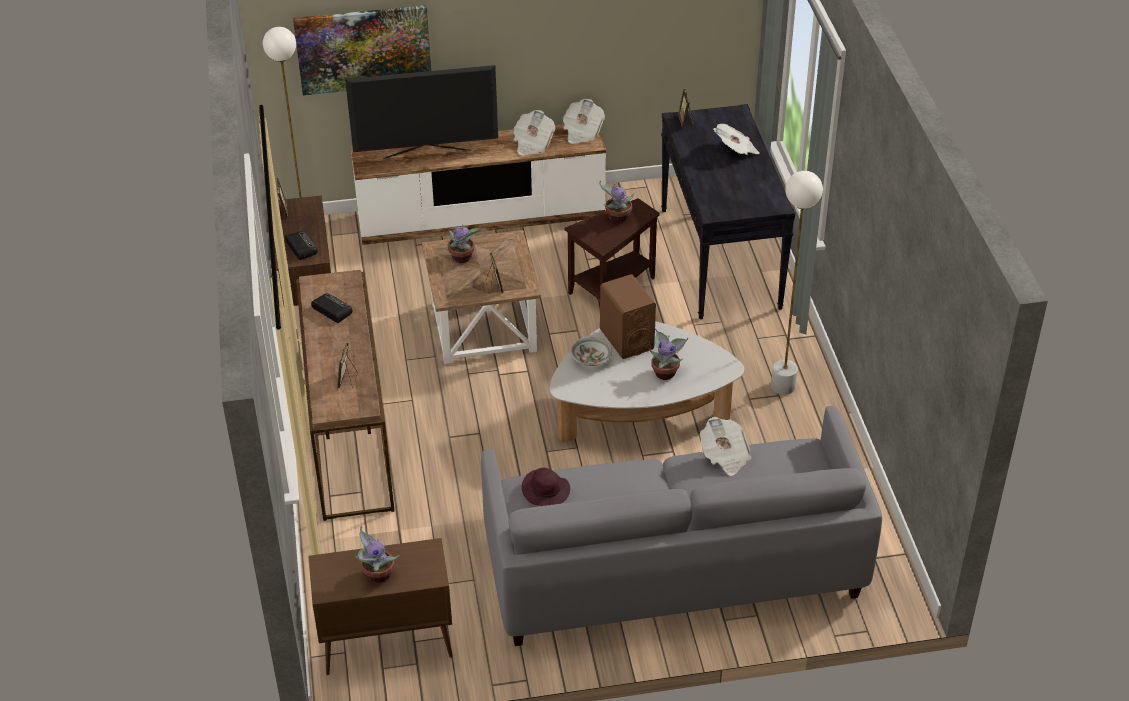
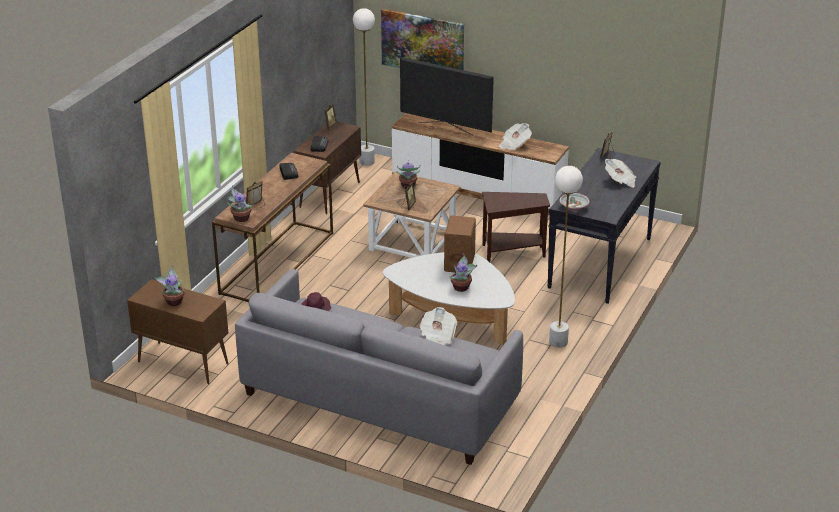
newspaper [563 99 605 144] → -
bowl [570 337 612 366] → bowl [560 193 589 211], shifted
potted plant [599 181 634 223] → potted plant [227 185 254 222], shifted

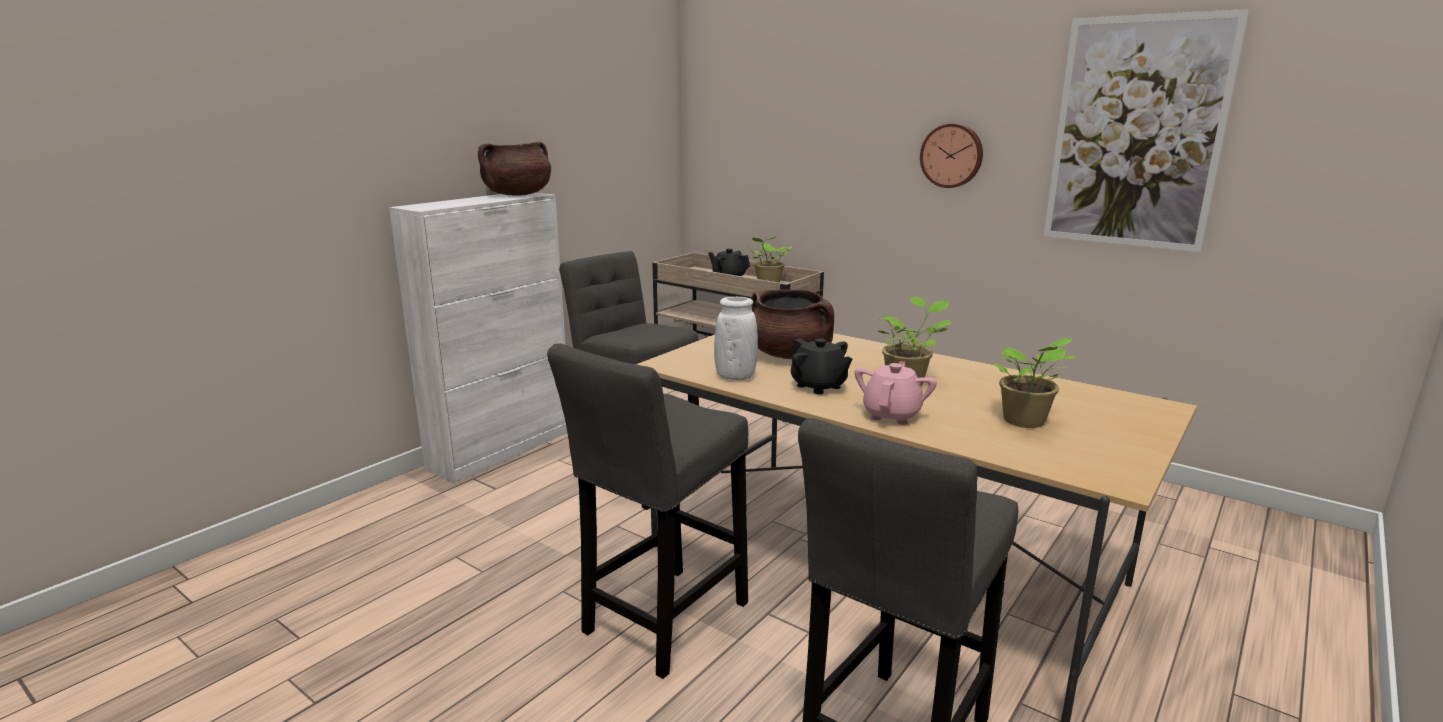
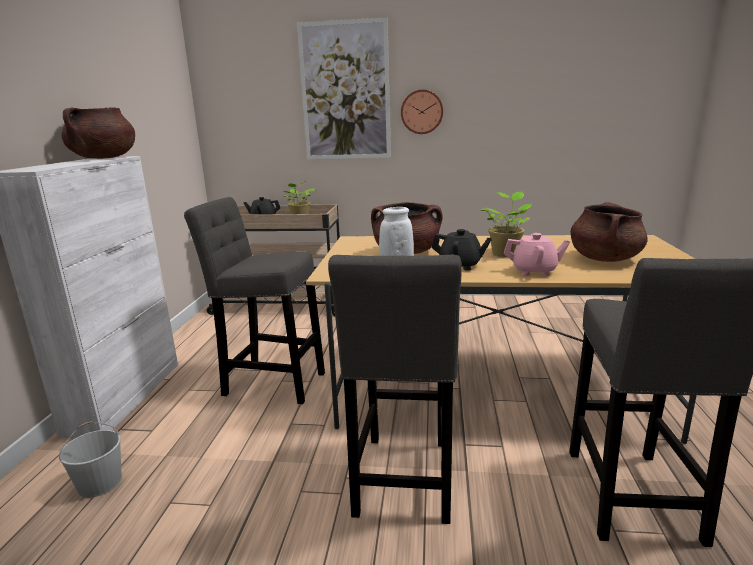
- → bucket/white [59 422 122 498]
picture [1044 9 1250 252] → picture [297 17 391 159], shifted
potted plant [992 338 1076 428] → cooking pot/brown [571 202 648 262]
teapot/pink [855 361 937 425] → teapot/pink [504 233 570 276], 105 degrees clockwise

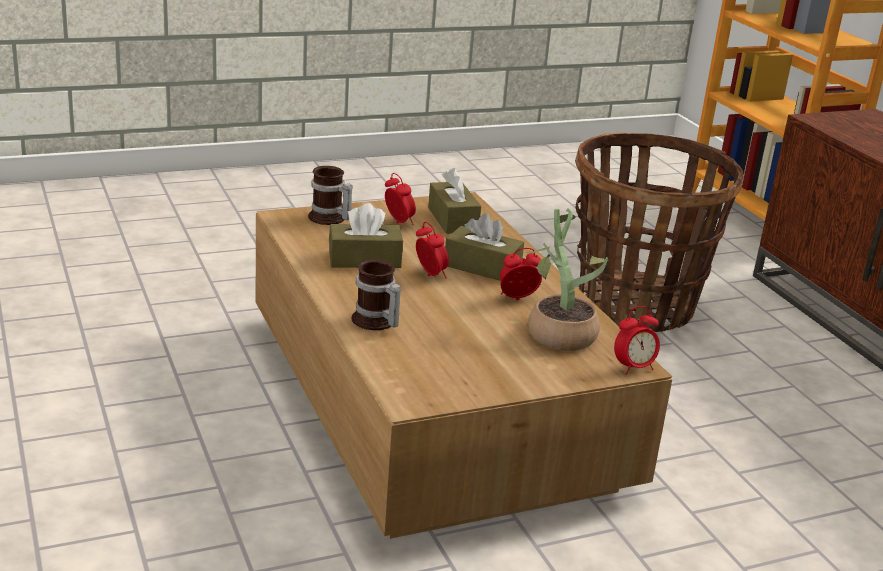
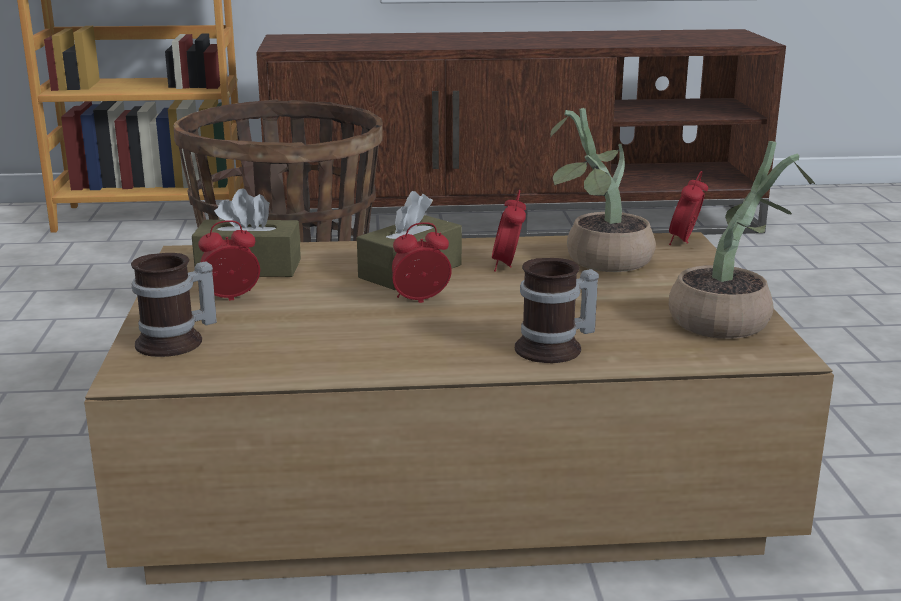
tissue box/brown [329 203 403 268] → -
- → potted plant [669 141 815 339]
alarm clock [614 306 660 375] → alarm clock [669 171 708 245], 150 degrees counterclockwise

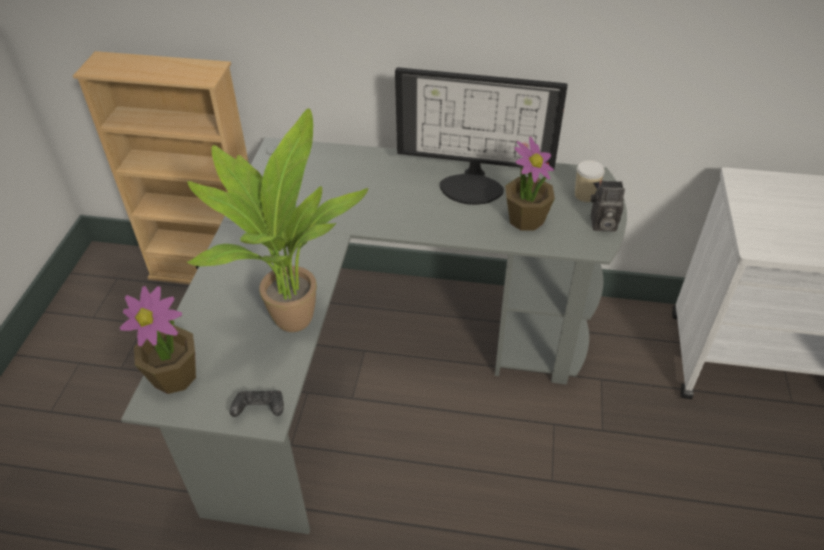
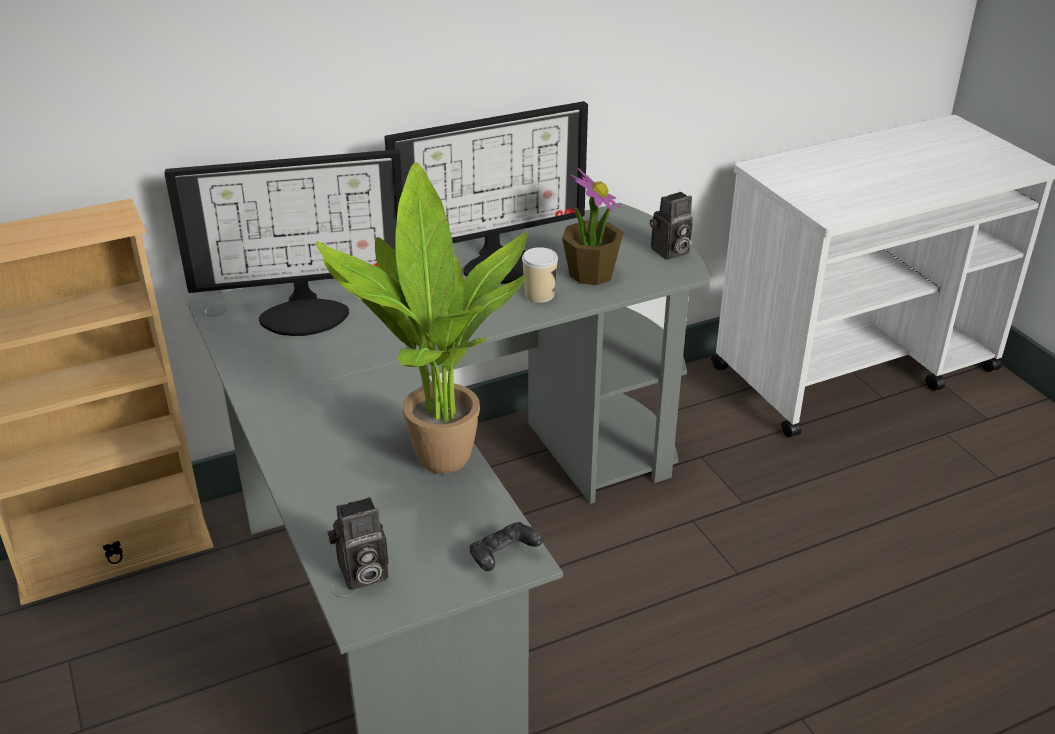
- → monitor [165 149 403 336]
cup [575 160 605 202] → cup [522 247 558 303], shifted
potted plant [120 286 196 394] → photo camera [327 497 388 590]

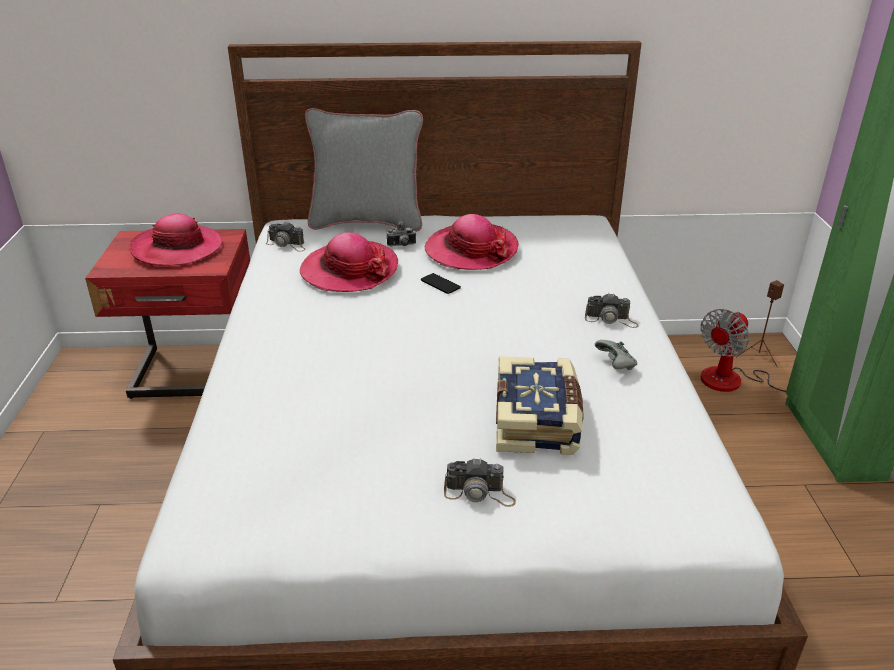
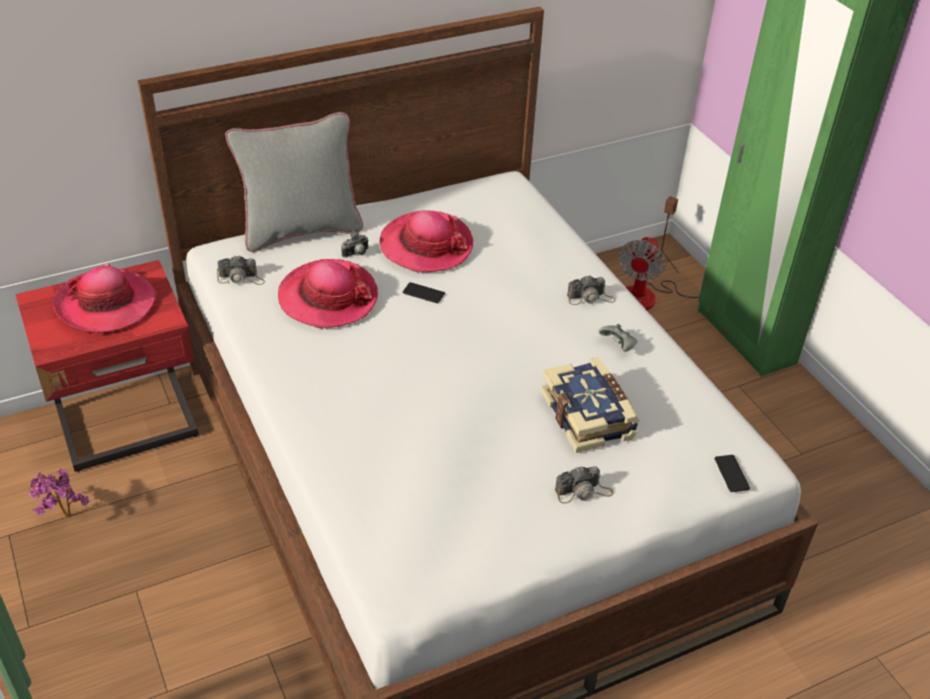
- → potted plant [28 469 89 518]
- → phone [715 455 750 492]

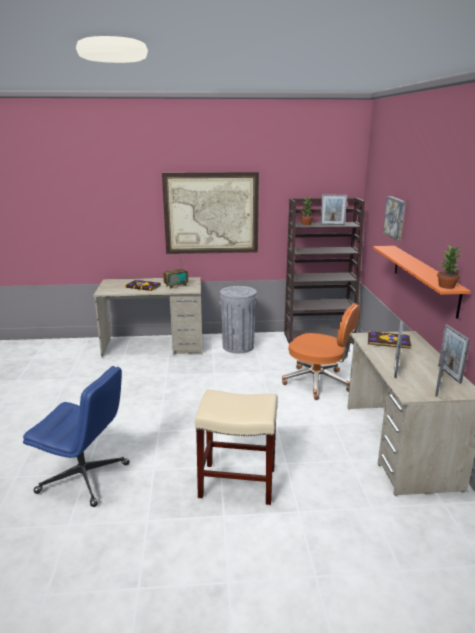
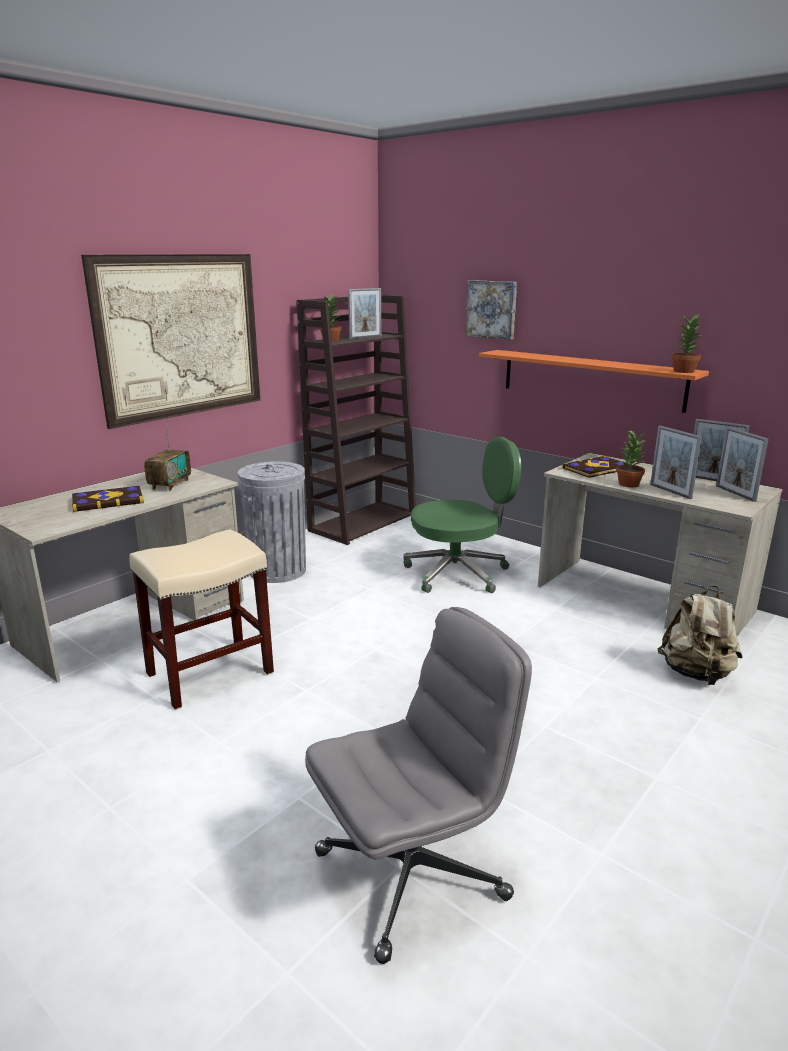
- → potted plant [616 431 646 487]
- → backpack/beige [657 585 743 685]
stool/beige [195 389 278 505] → stool/beige [129 529 274 710], shifted
office chair/blue [23 366 130 507] → office chair/grey [305 607 532 964]
office chair/orange [282 303 360 400] → office chair/green [403 437 521 593]

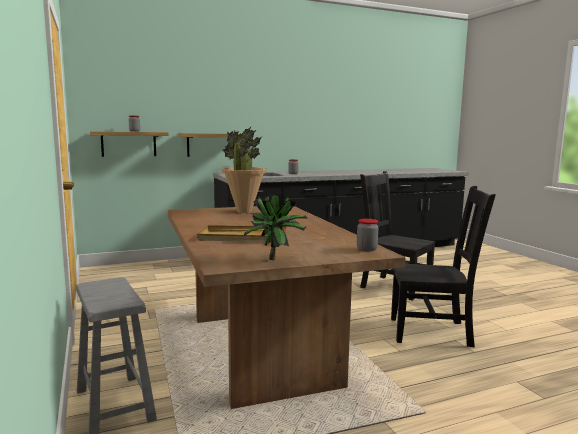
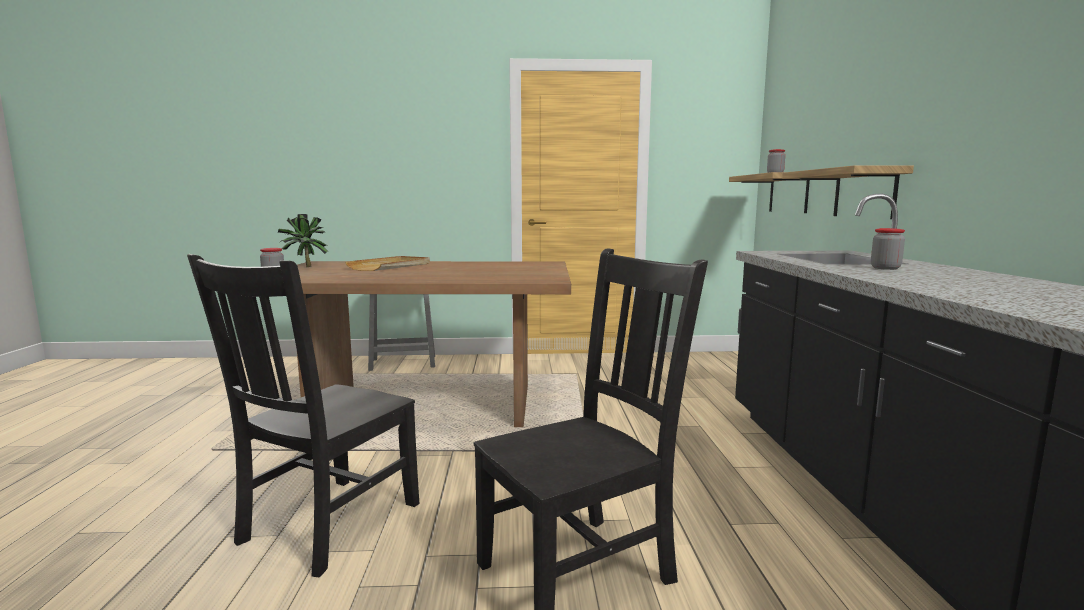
potted plant [221 126 267 213] → -

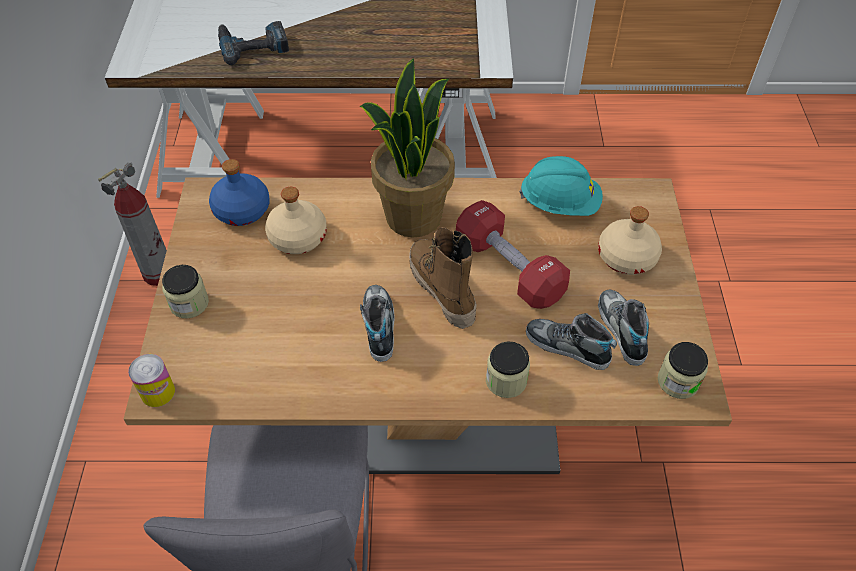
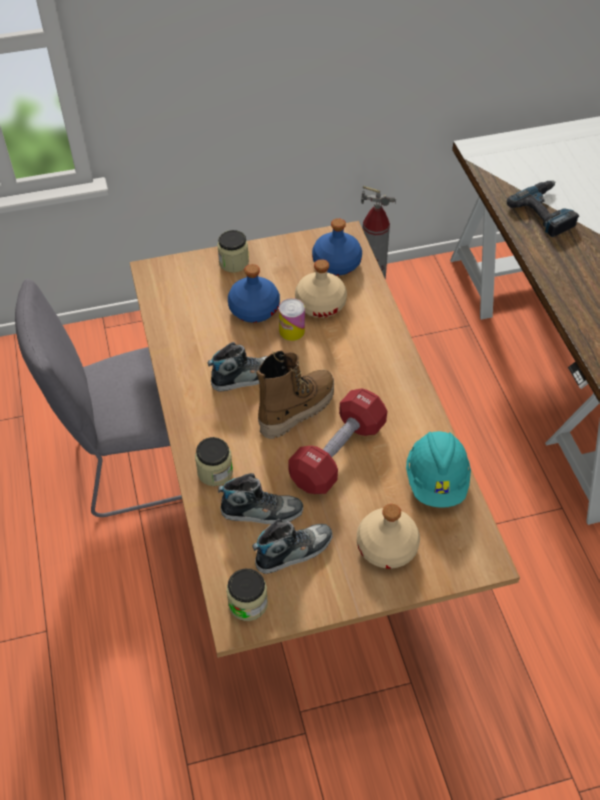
potted plant [360 58 455 237] → -
- → bottle/blue [228 264 280 323]
can [128 354 175 407] → can [279 298 305 341], shifted
shoe [526 313 617 370] → shoe [218 473 303 524], 75 degrees clockwise

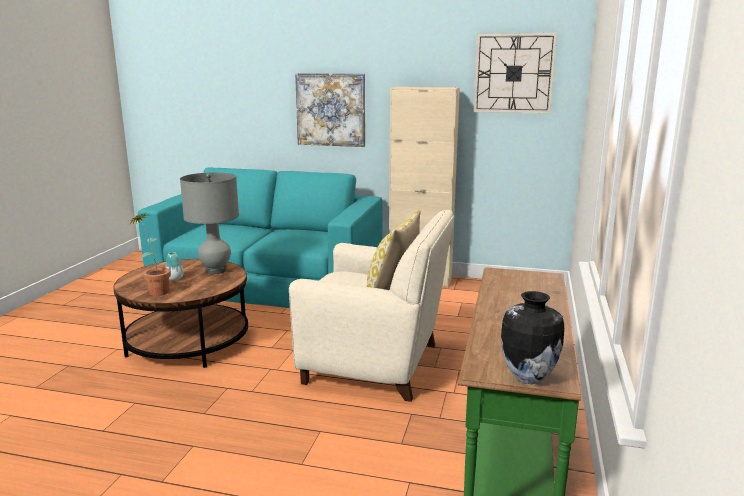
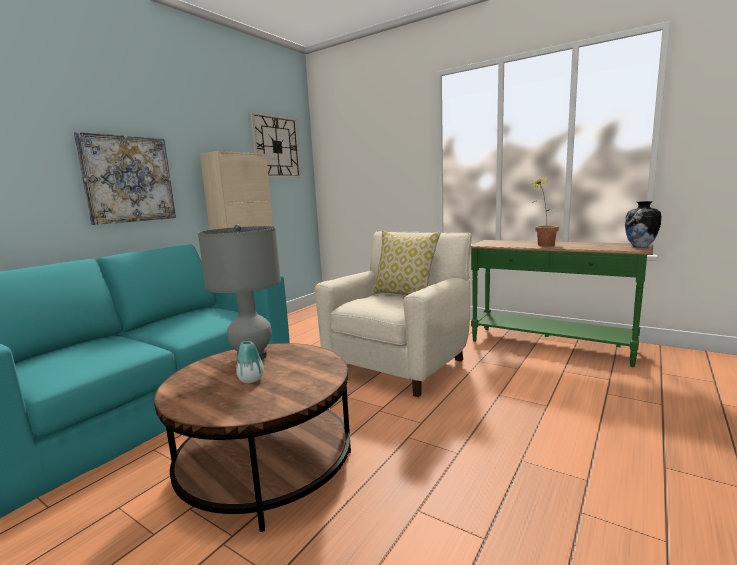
potted plant [129 213 171 296] → potted plant [530 177 559 246], shifted

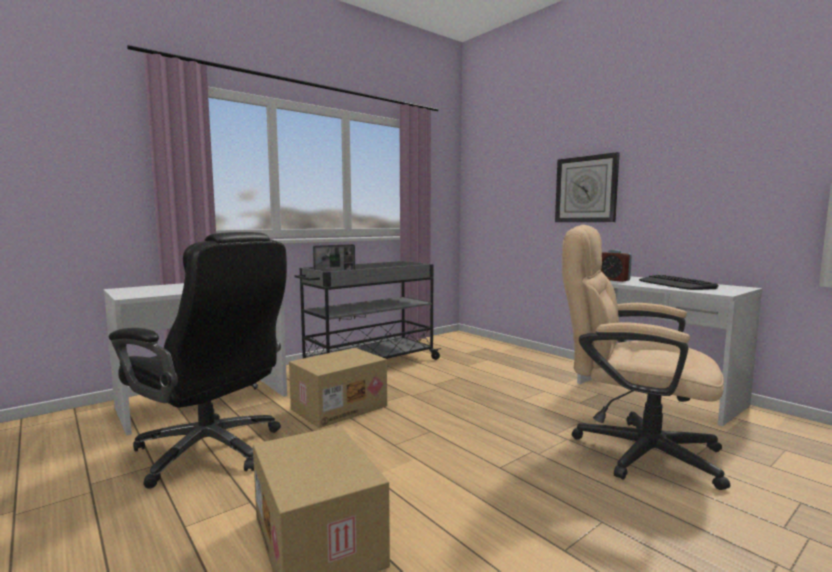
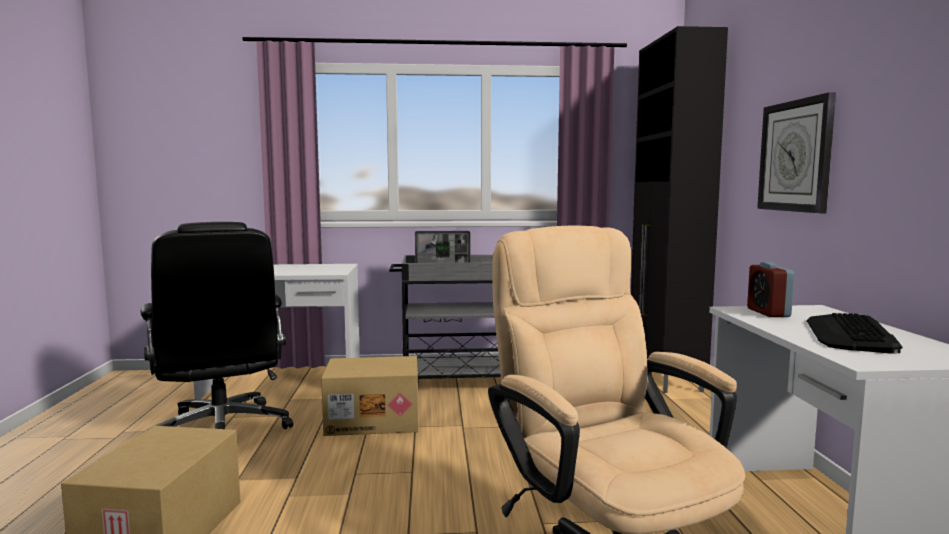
- → cabinet/black [631 26 728 393]

